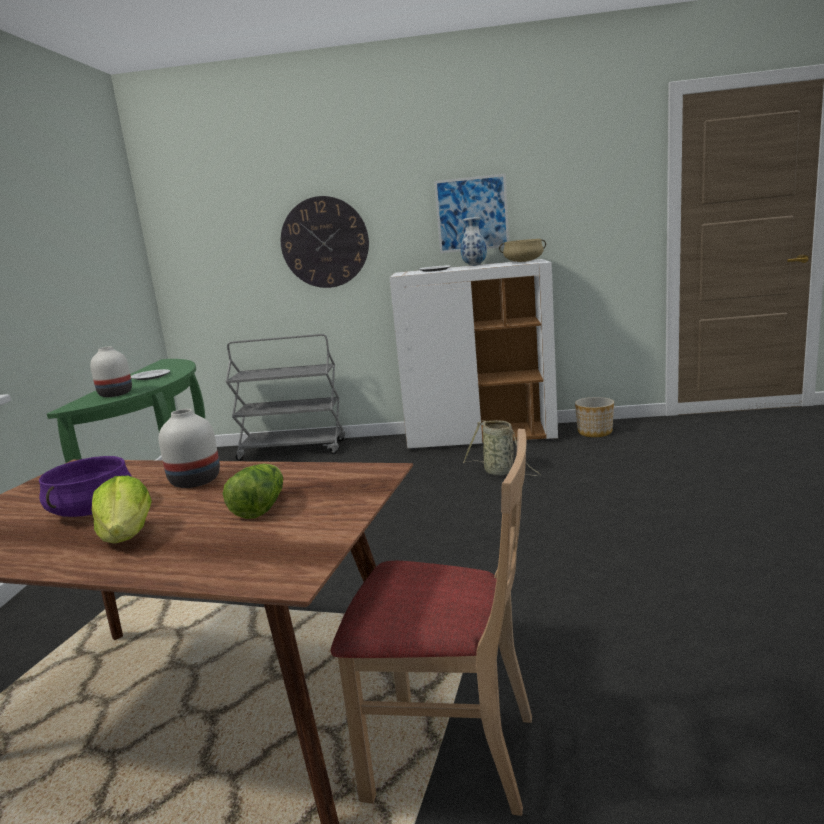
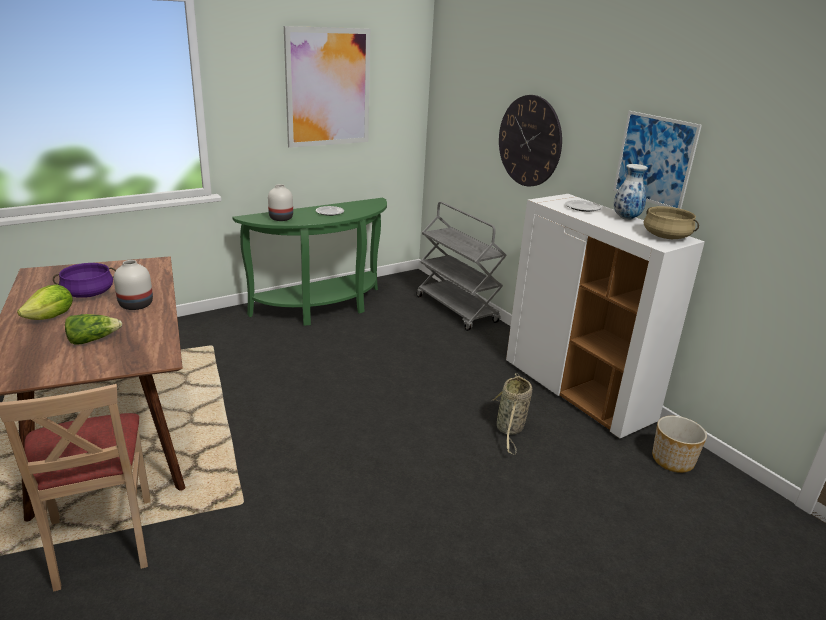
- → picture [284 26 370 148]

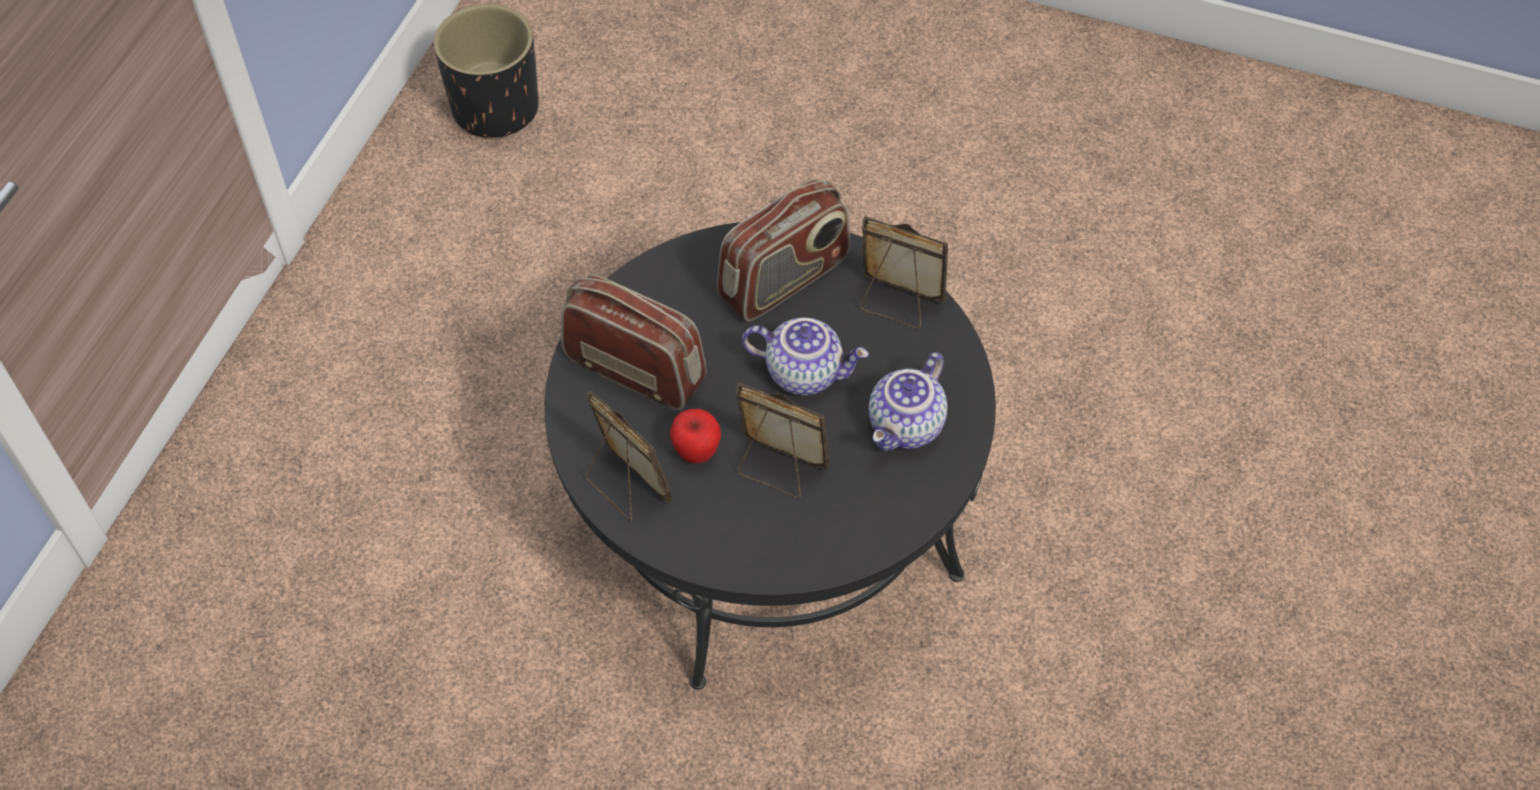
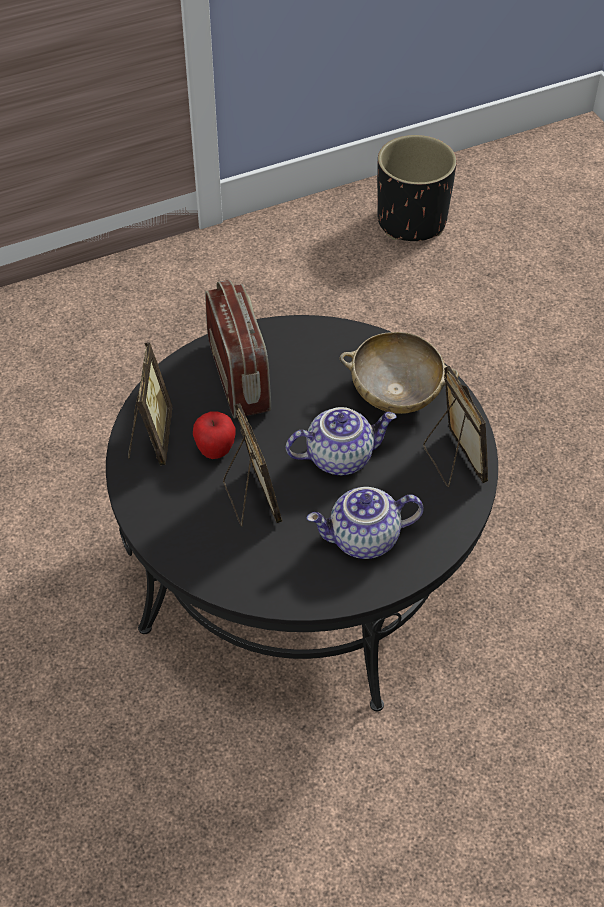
radio [717 179 850 321] → bowl/beige [340 332 459 414]
teapot [742 318 869 395] → teapot [286 407 397 475], 75 degrees counterclockwise

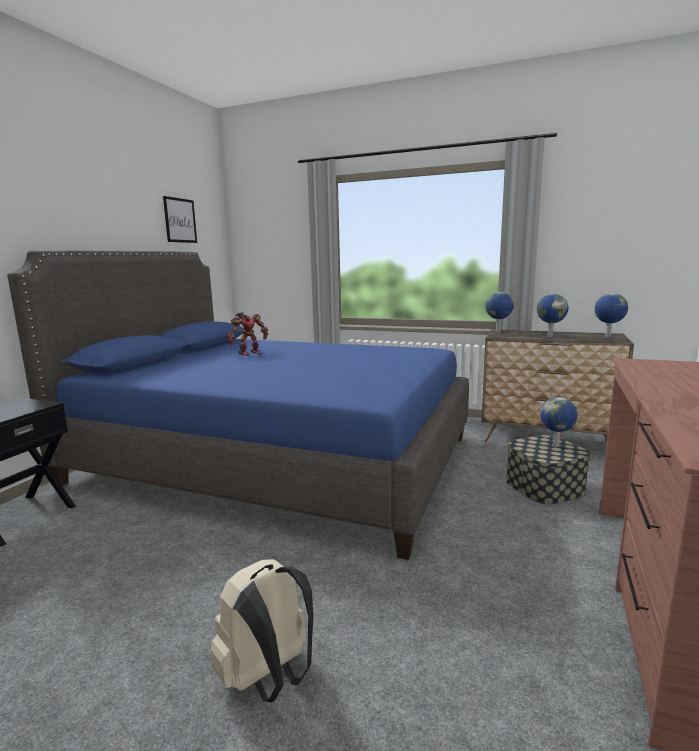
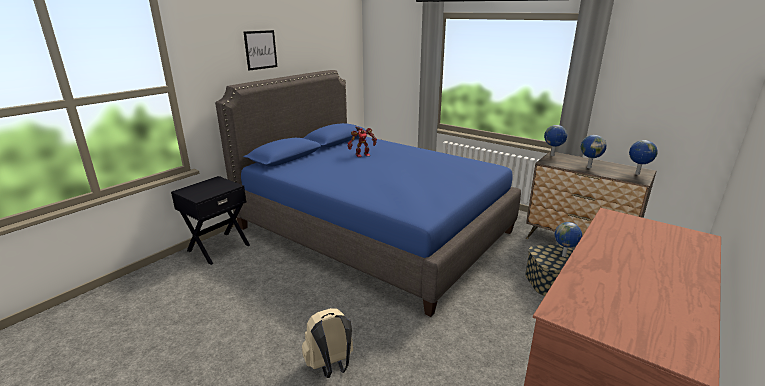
picture [163 196 197 243] → picture [244 30 277 71], shifted

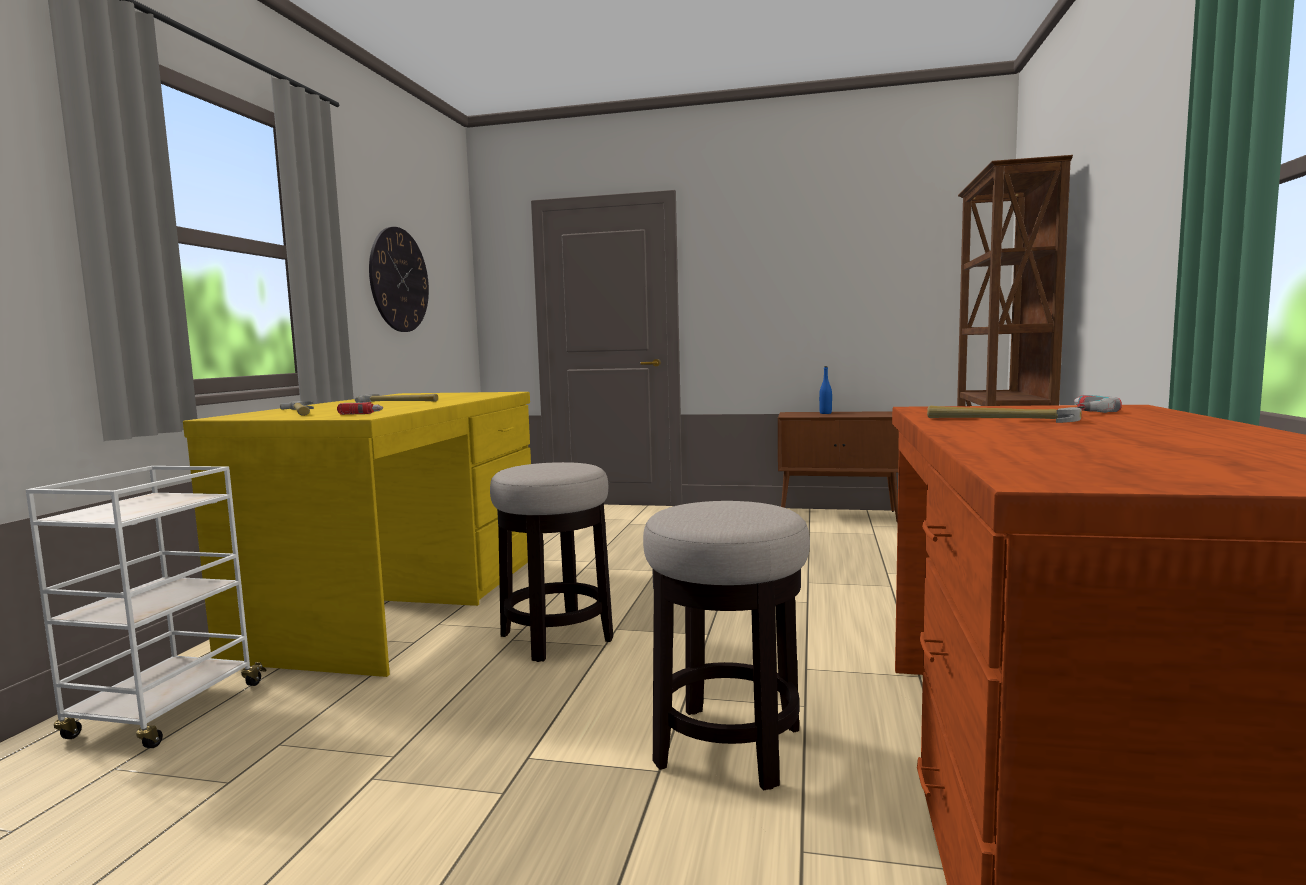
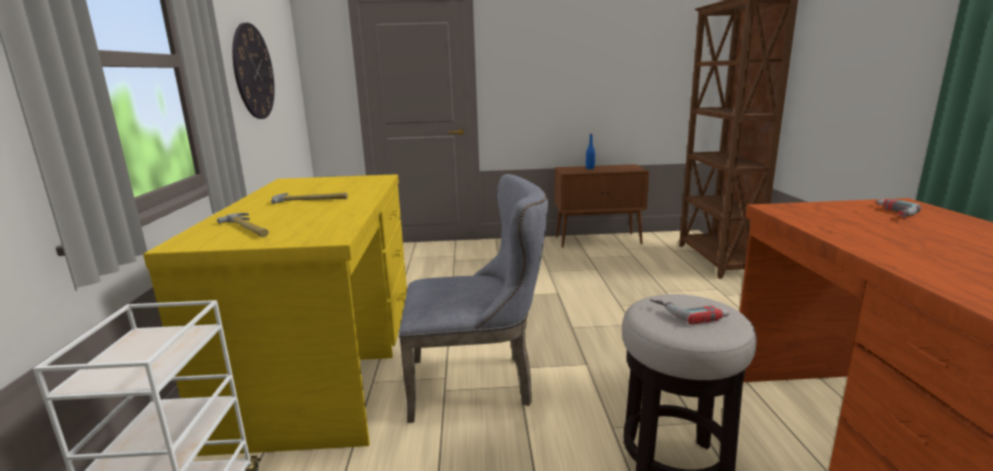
hammer [927 406 1082 423] → -
power drill [337 402 383 415] → power drill [650 299 730 325], shifted
stool [490 462 613 662] → chair/grey [399 174 548 423]

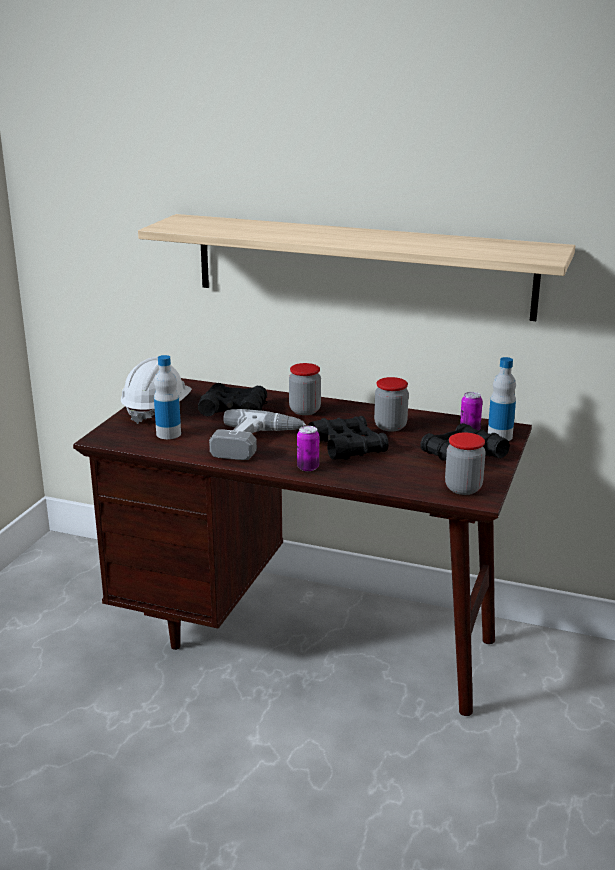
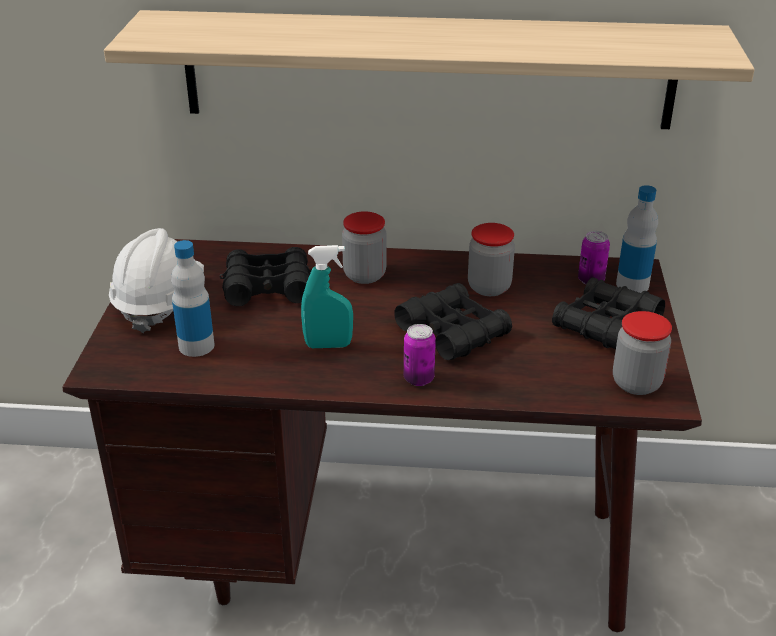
power drill [209 409 306 460] → spray bottle/turquoise [301 245 353 348]

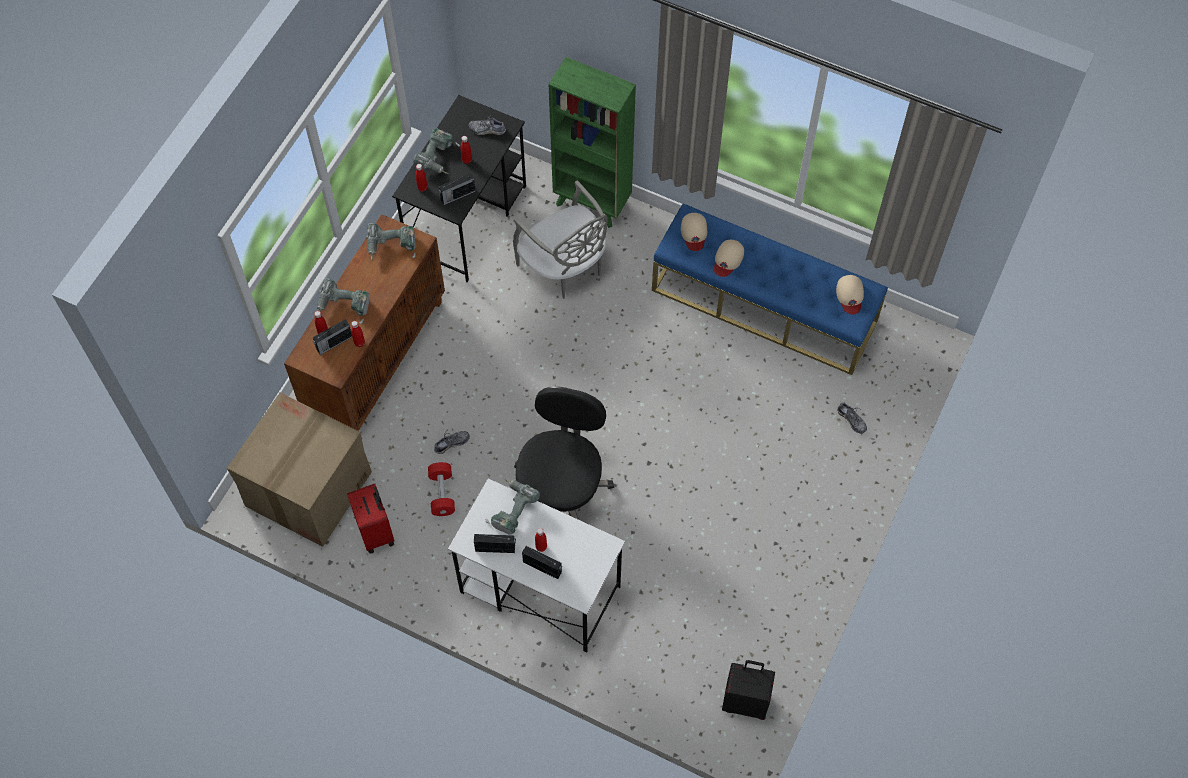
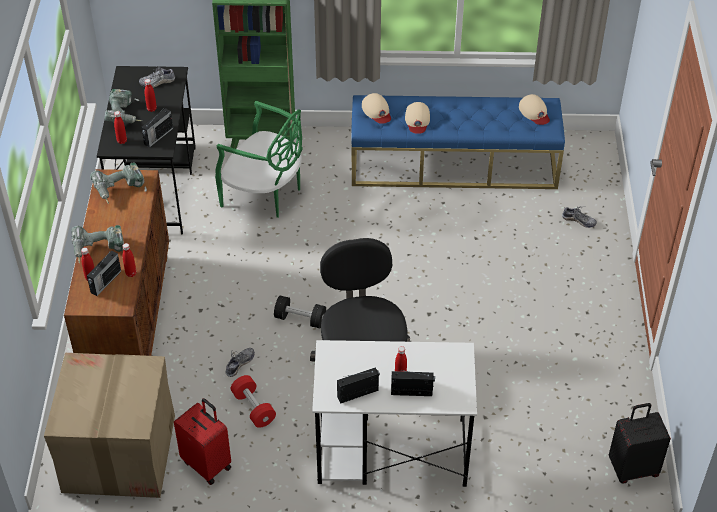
power drill [486 479 540 535] → -
- → dumbbell/black [274 296 326 328]
chair/grey [513 180 608 299] → chair/green [215 101 303 218]

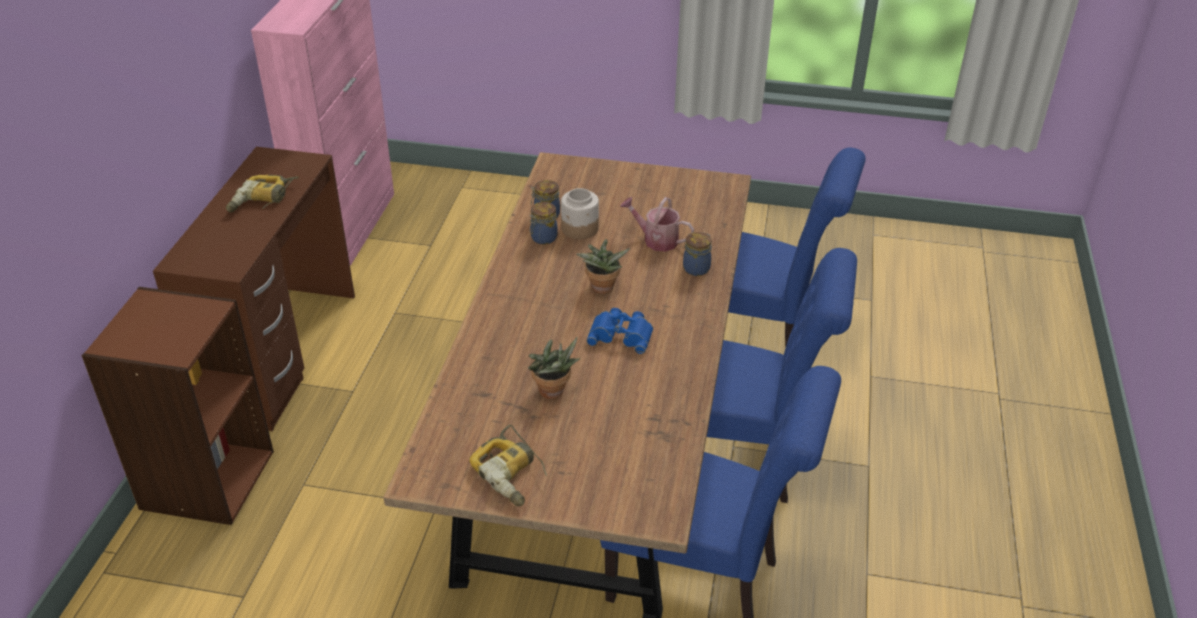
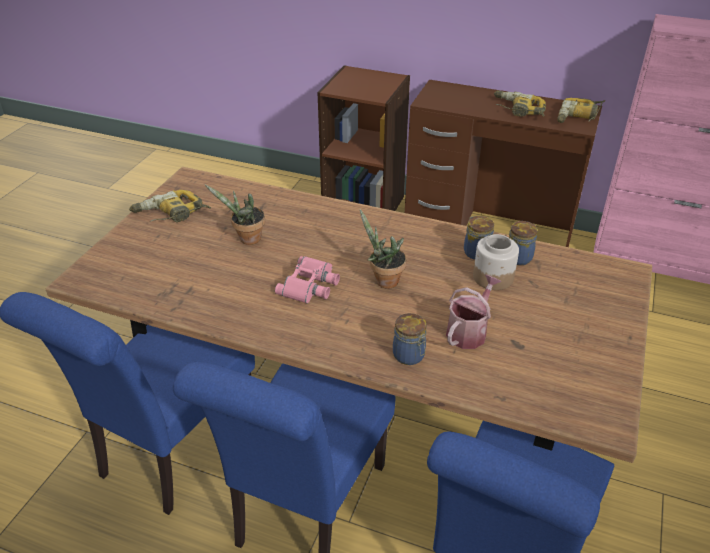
- → power drill [557 98 605 123]
binoculars/blue [586 308 653 354] → binoculars/pink [275 256 340 304]

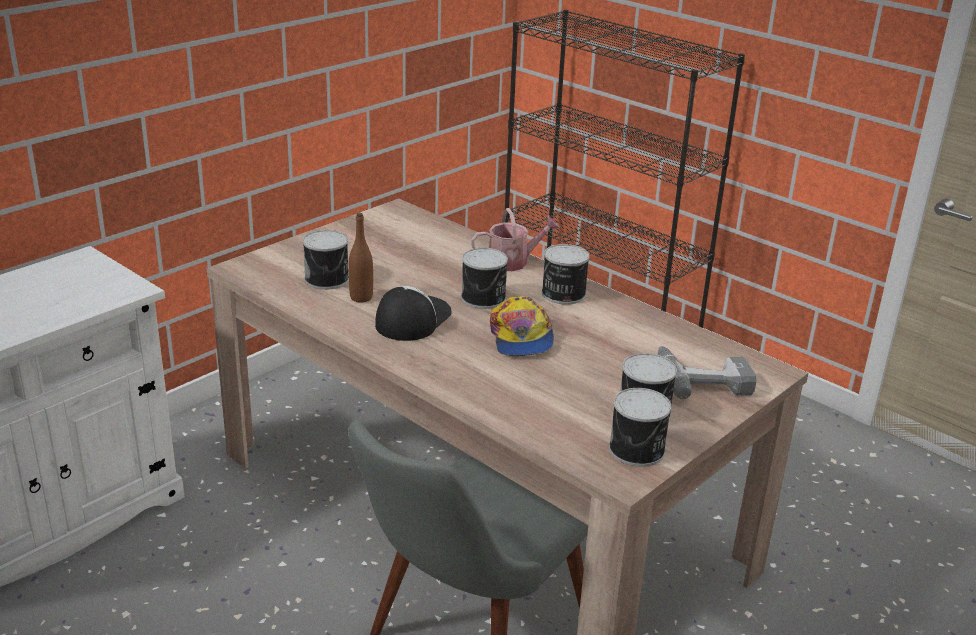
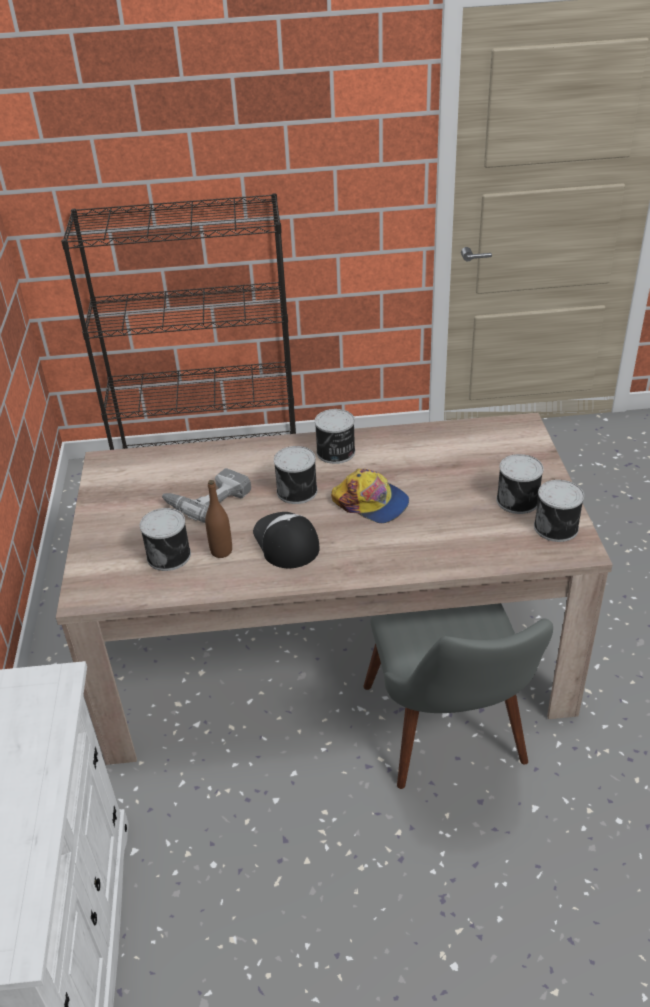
watering can [471 208 560 271] → -
power drill [658 346 756 399] → power drill [162 468 251 523], shifted

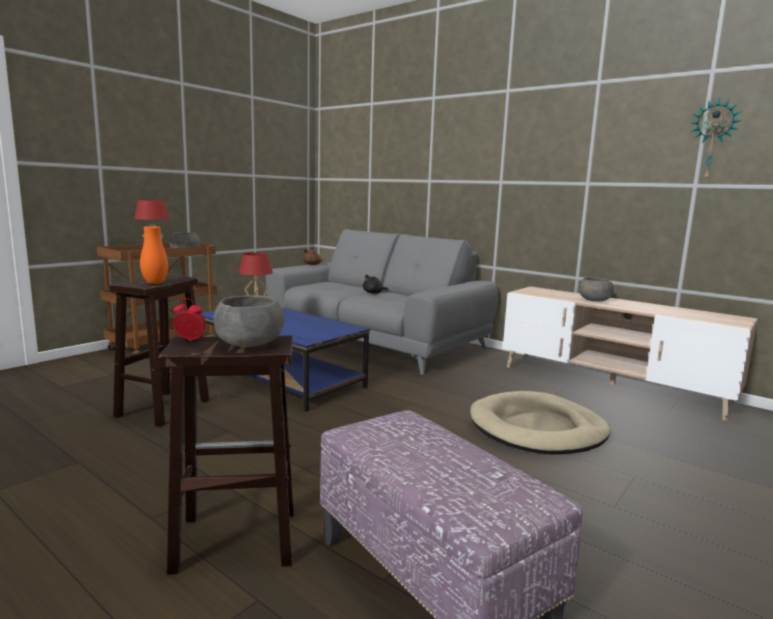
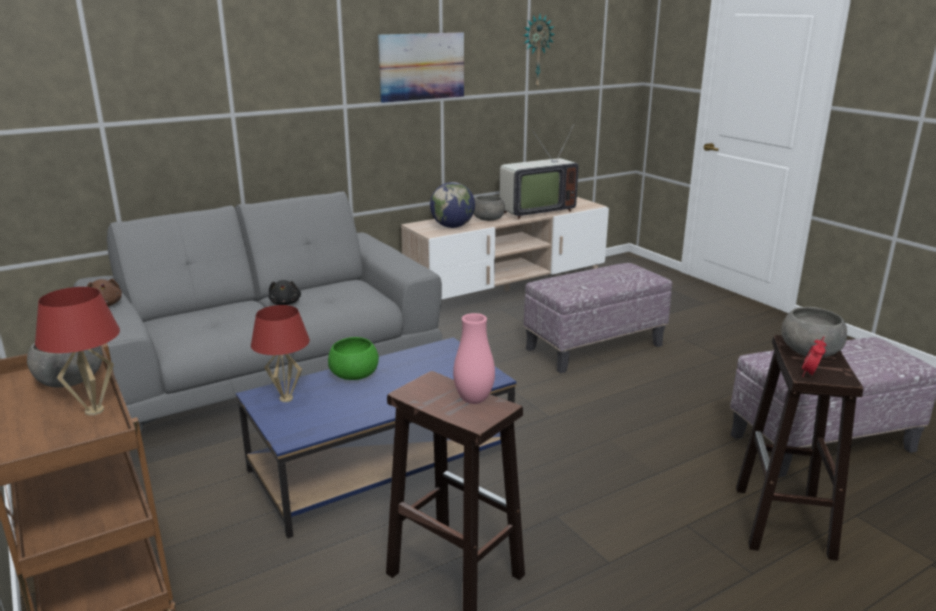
- → bowl/green [328 337 379 380]
- → picture [378 32 464 103]
- → globe [430 182 475 228]
- → television [499 125 578 219]
dog bed/beige [470 391 611 455] → ottoman [524 263 672 373]
vase/orange [140 226 168 284] → vase/pink [453 313 495 404]

